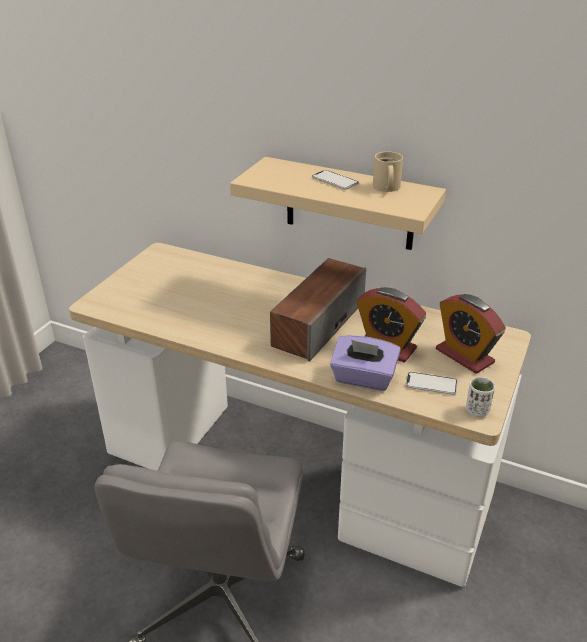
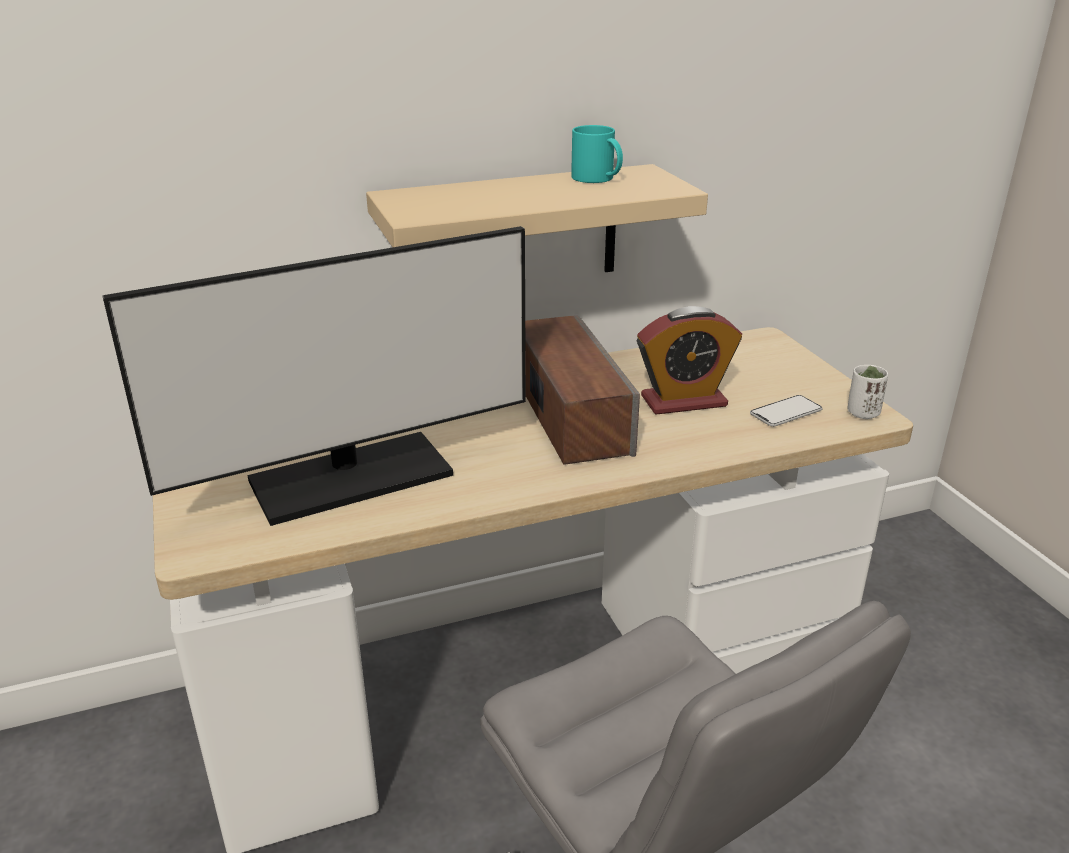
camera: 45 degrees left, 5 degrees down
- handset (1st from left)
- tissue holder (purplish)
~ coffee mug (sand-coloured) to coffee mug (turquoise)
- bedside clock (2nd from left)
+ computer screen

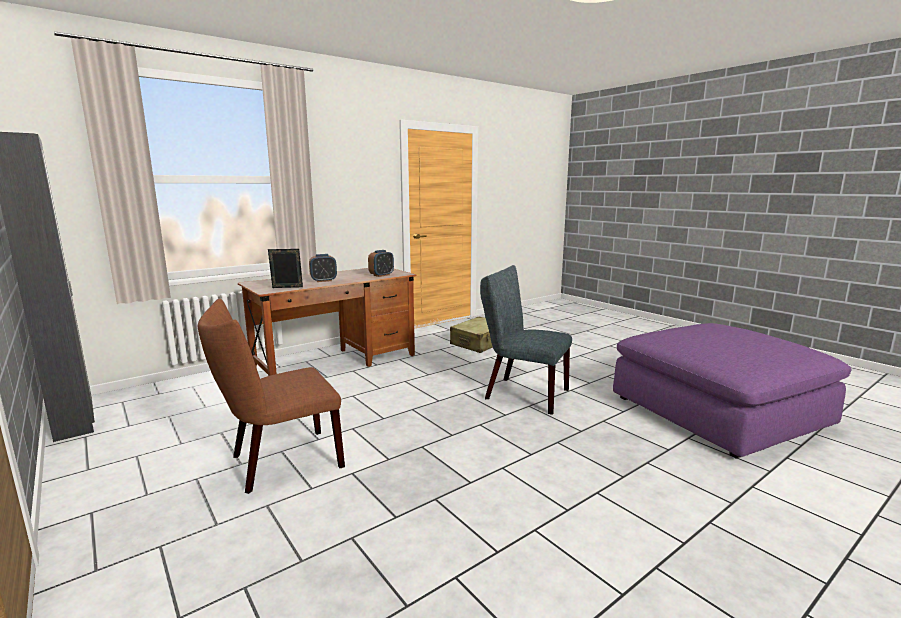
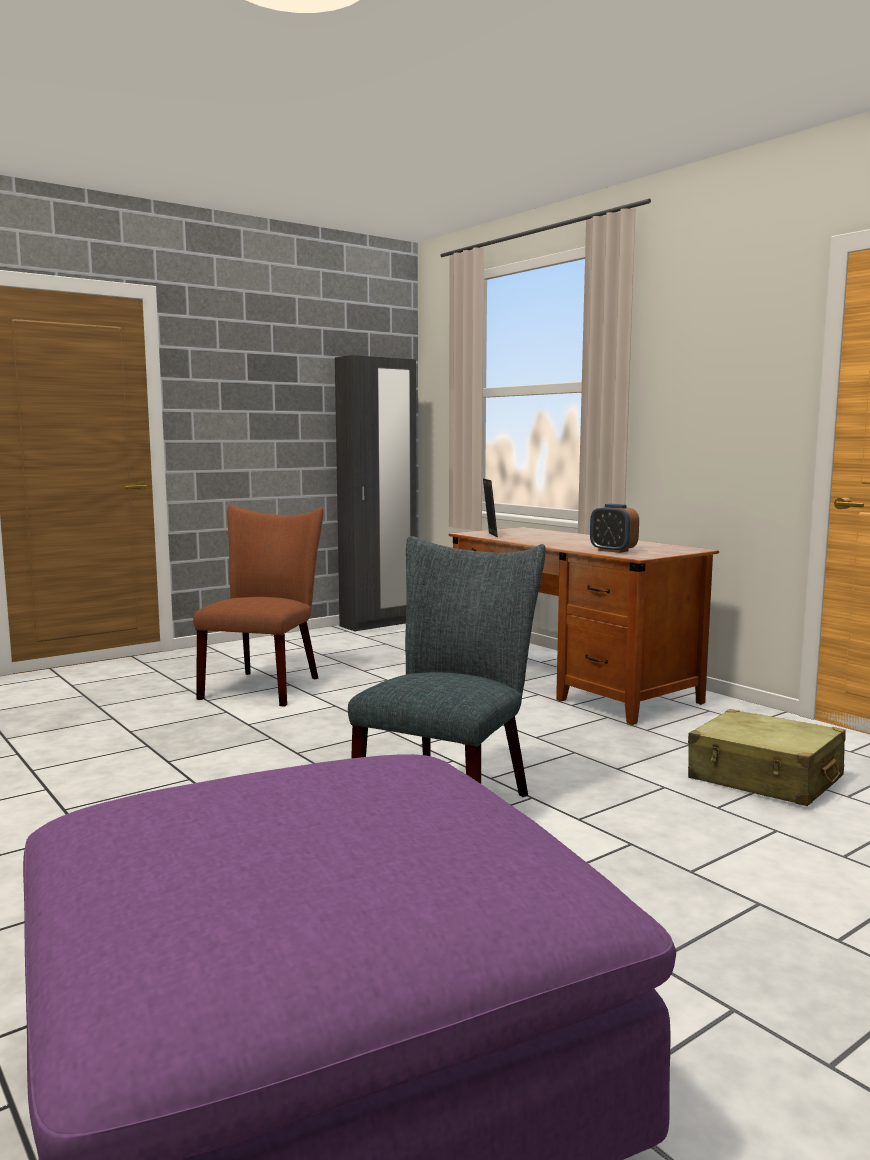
camera: 90 degrees right, 5 degrees down
~ chair (brown) 45 degrees clockwise
- bedside clock (1st from left)

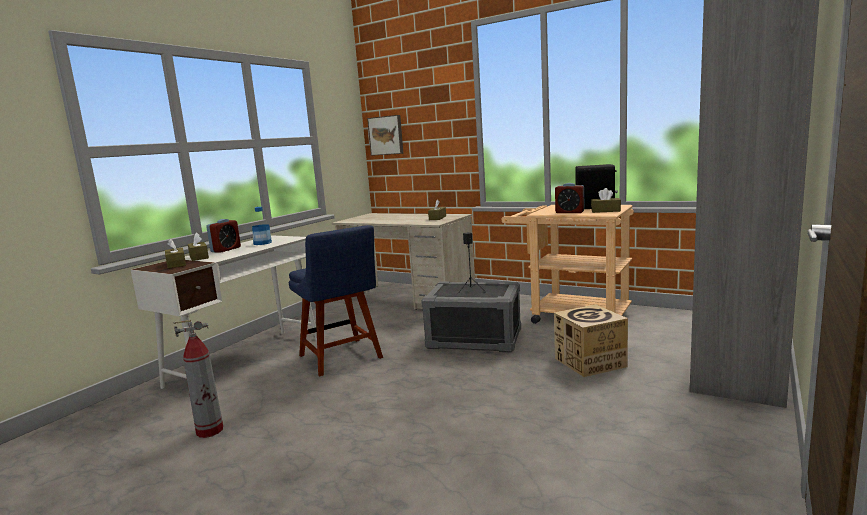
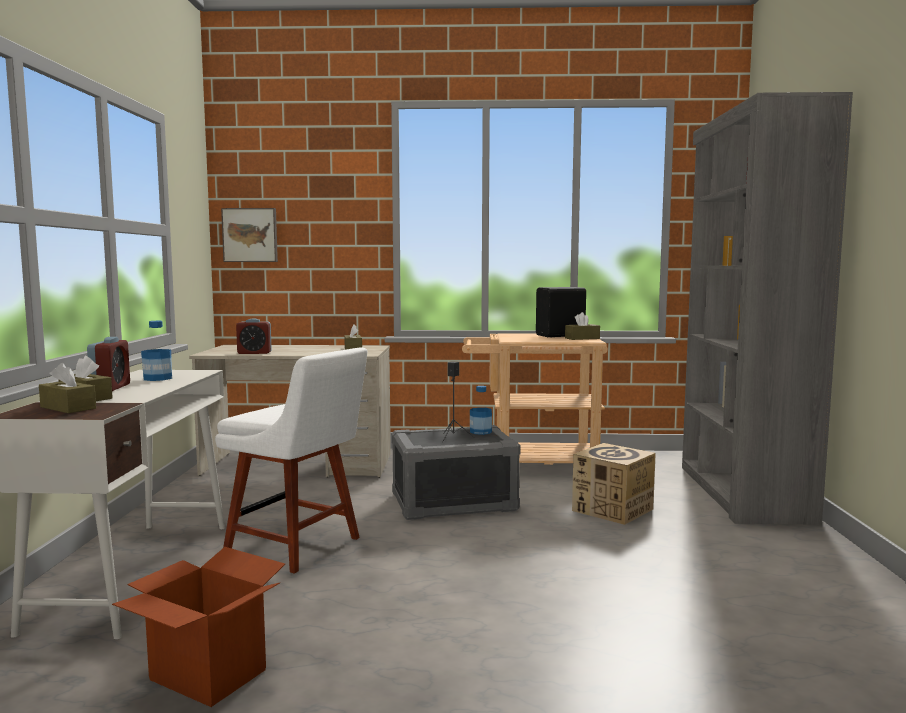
camera: 30 degrees left, 5 degrees down
~ extinguisher to packing box (1st from left)
~ chair (blue-coloured) to chair (whitish)
~ bedside clock (2nd from left)
+ bottle (2nd from left)

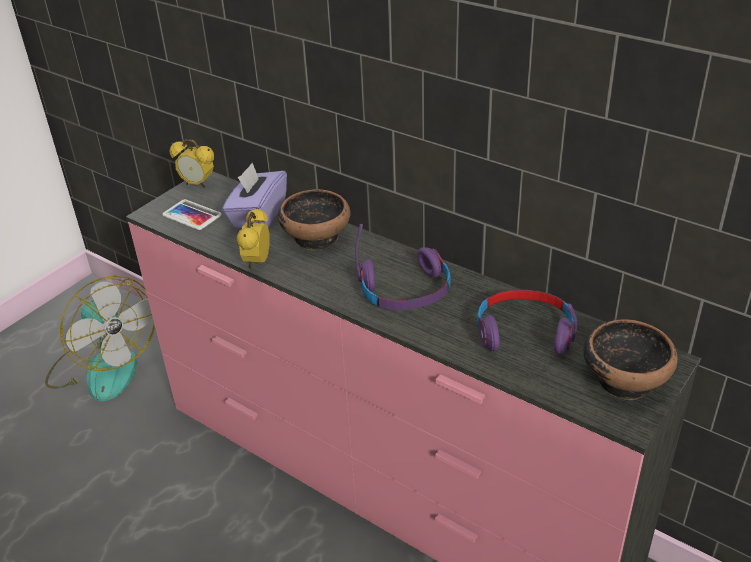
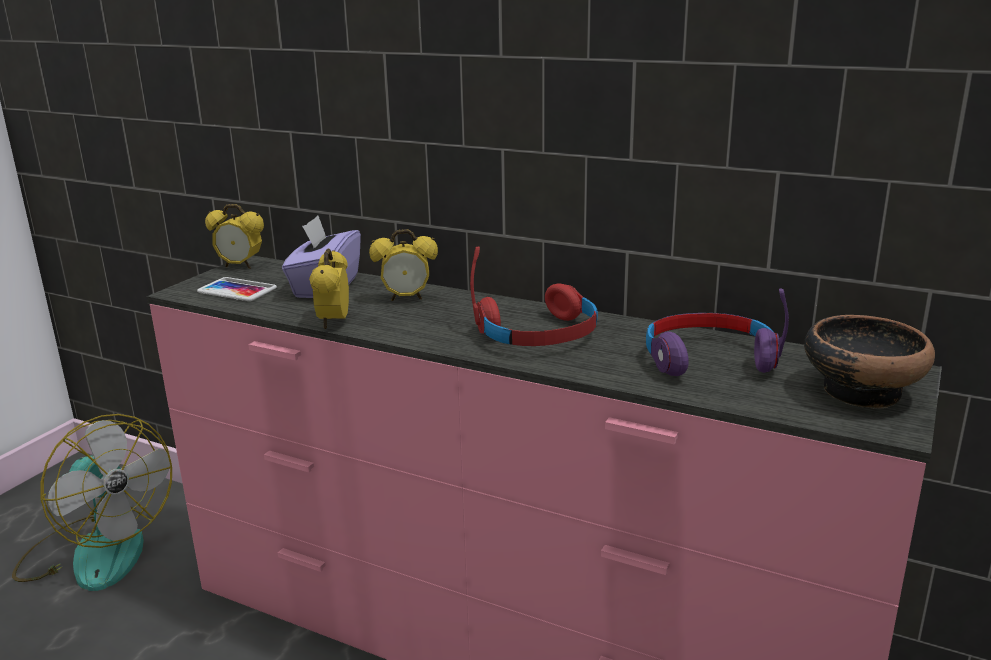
camera: 10 degrees left, 15 degrees down
~ serving bowl (1st from left) to bedside clock (3rd from left)
~ headphones (purplish) (1st from left) to headphones (reddish)

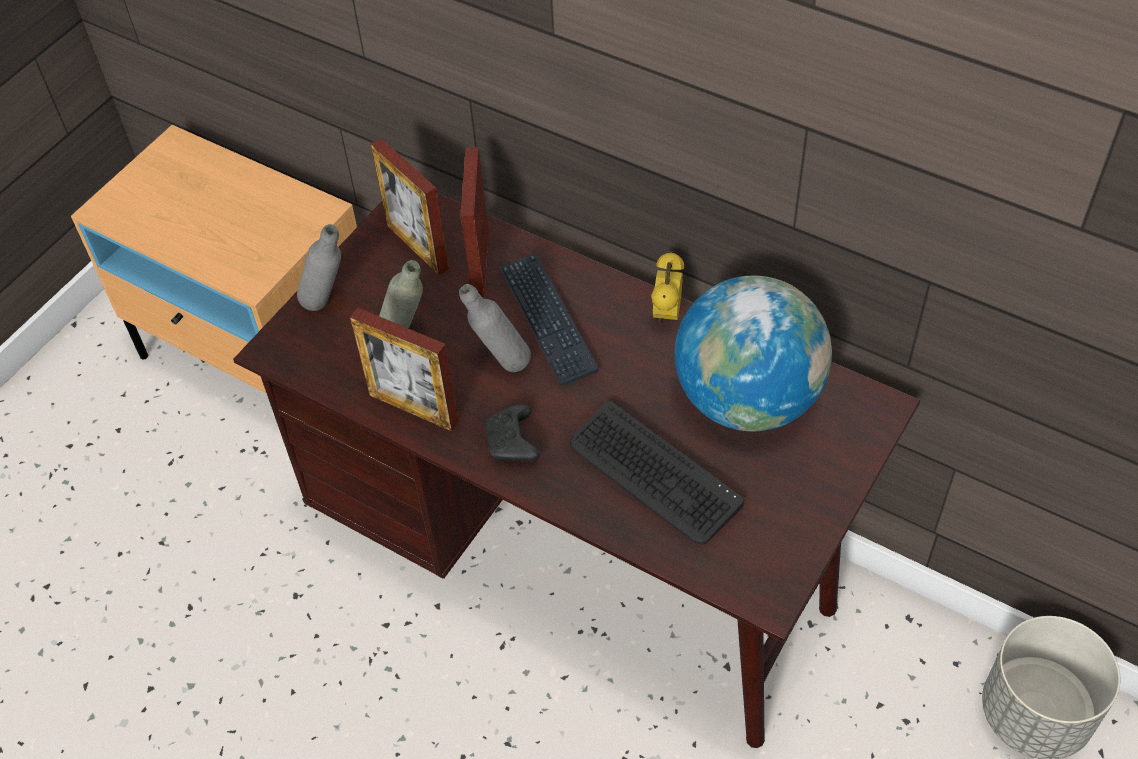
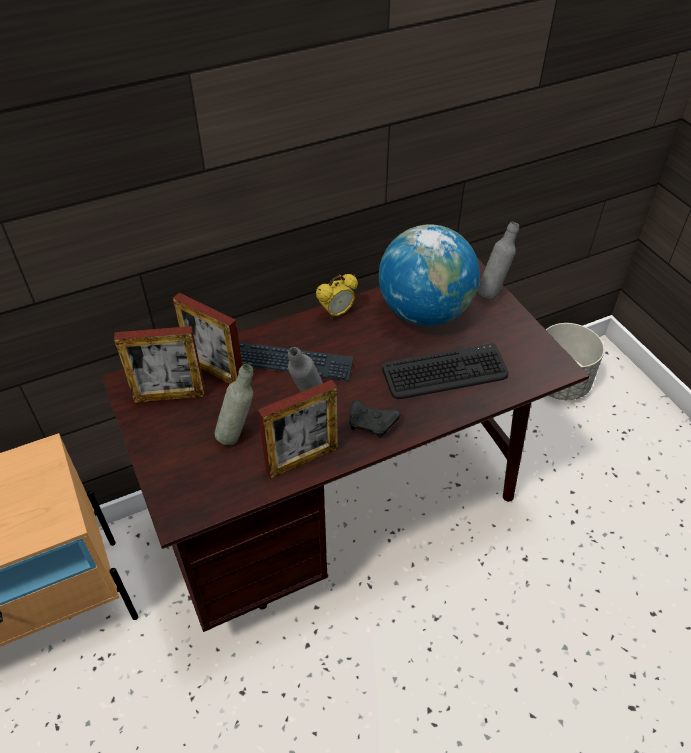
camera: 60 degrees left, 5 degrees down
~ bottle (gray) (1st from left in the first image) to bottle (gray) (3rd from left)
~ bedside clock 75 degrees counterclockwise

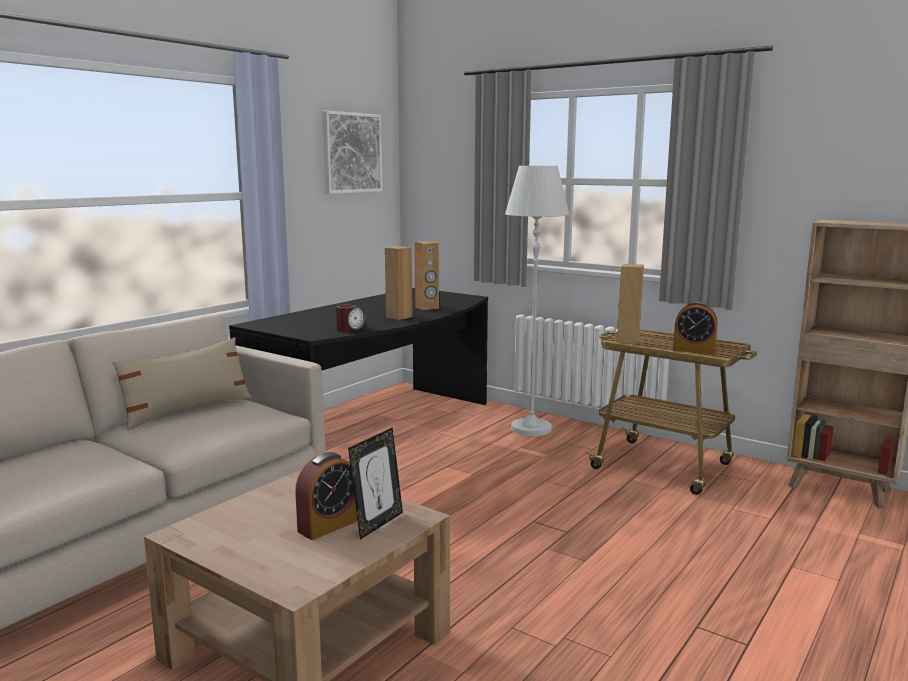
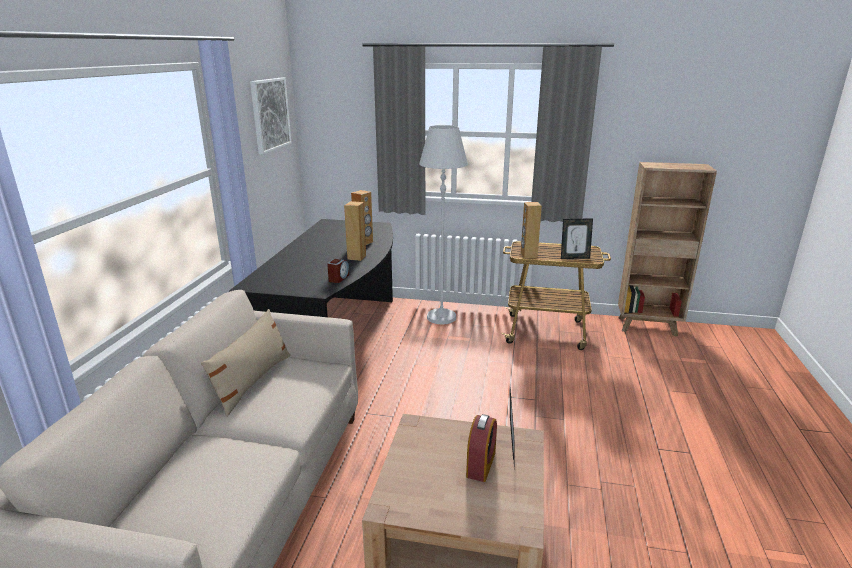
camera: 25 degrees left, 10 degrees up
~ bedside clock (3rd from left) to photo frame (2nd from left)

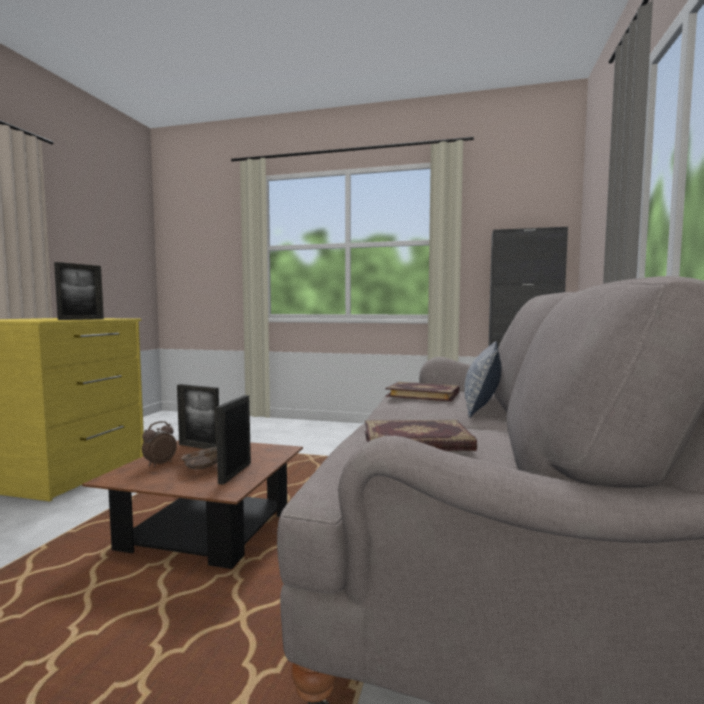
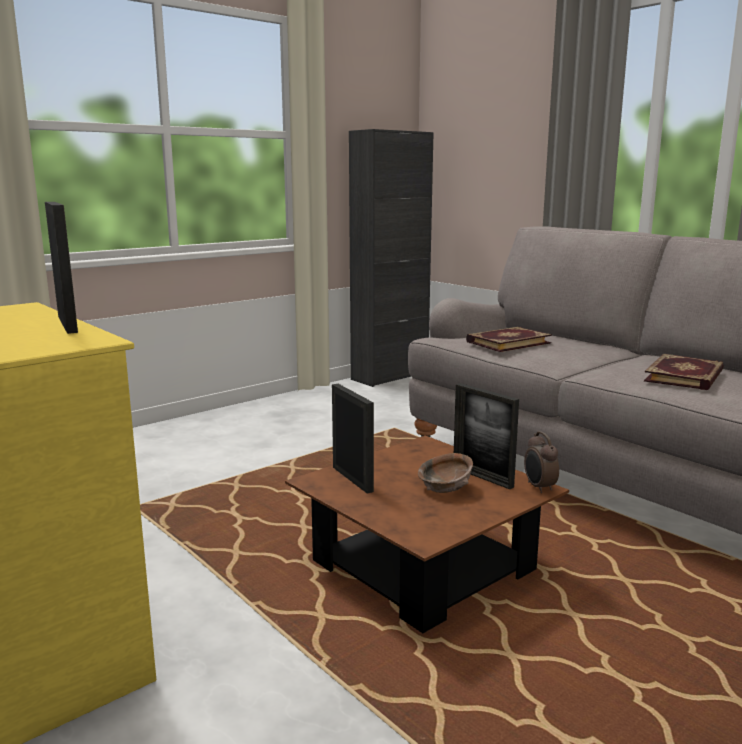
camera: 55 degrees left, 10 degrees up
~ bedside clock
~ photo frame (2nd from left) 90 degrees counterclockwise
- cushion

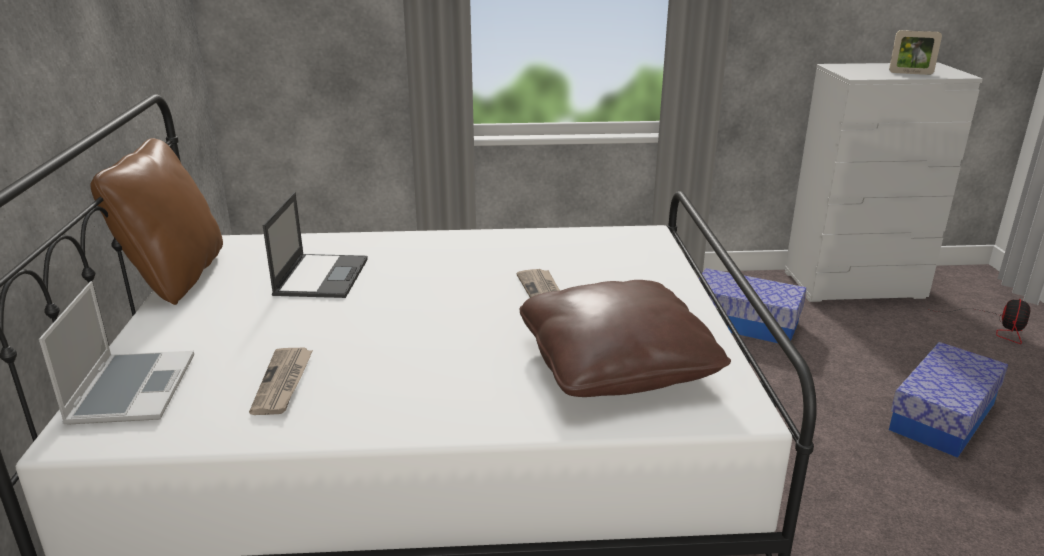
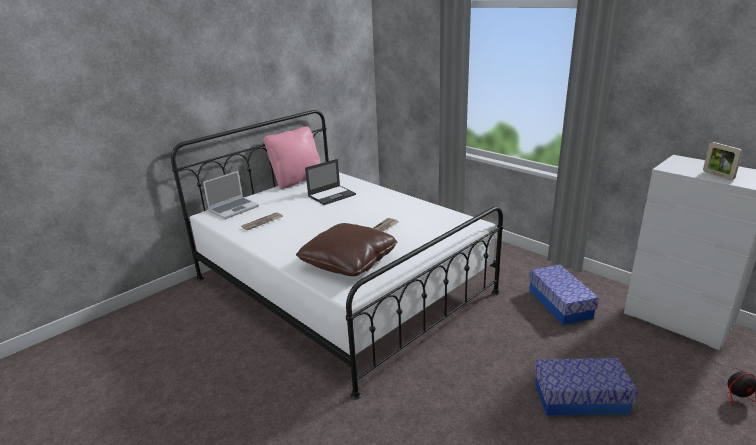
camera: 50 degrees right, 0 degrees up
~ cushion (brown) (1st from left) to cushion (pink)

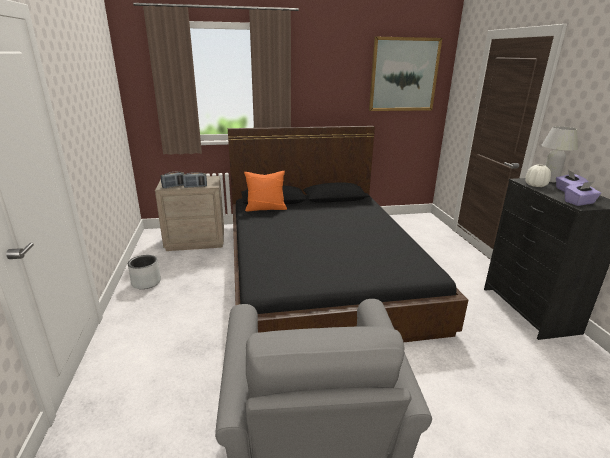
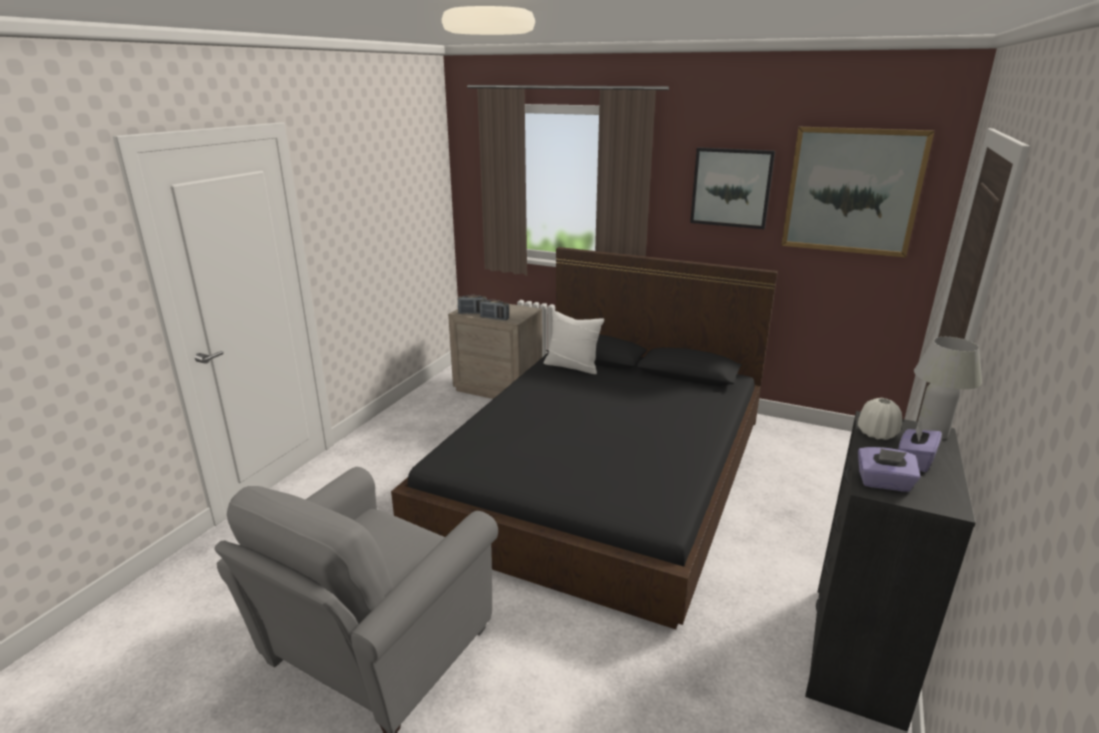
camera: 35 degrees right, 0 degrees up
- planter (gray)
~ cushion (orange-coloured) to cushion (whitish)
+ picture (1st from left)

